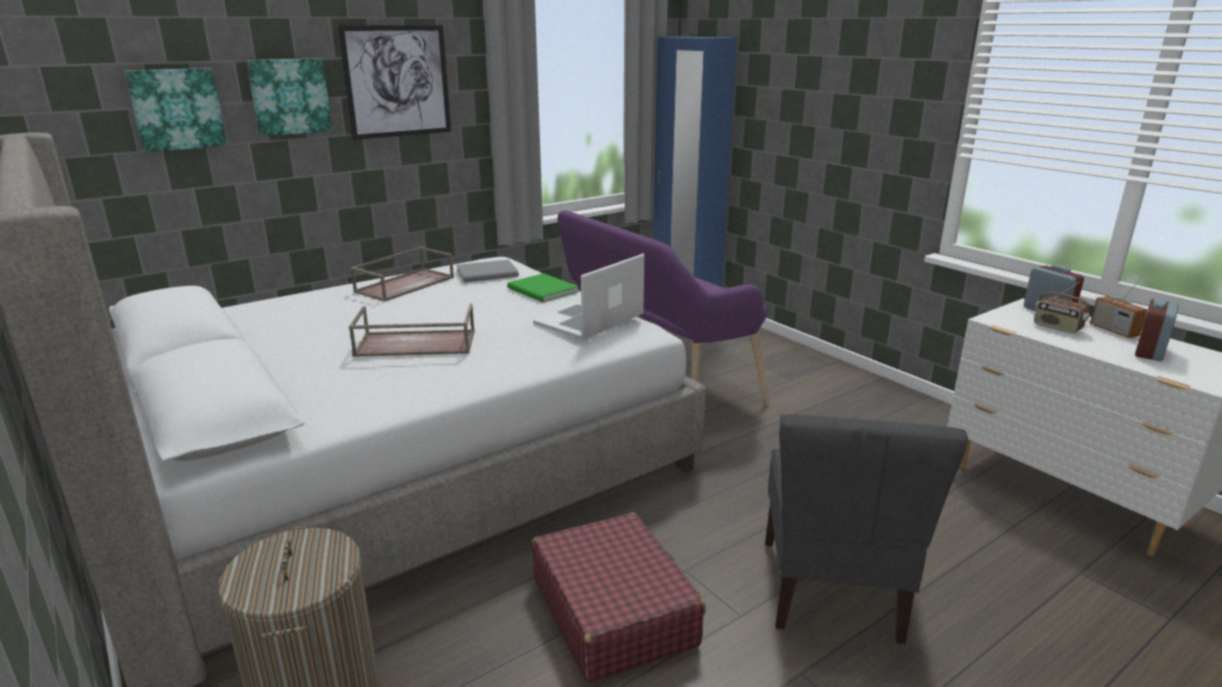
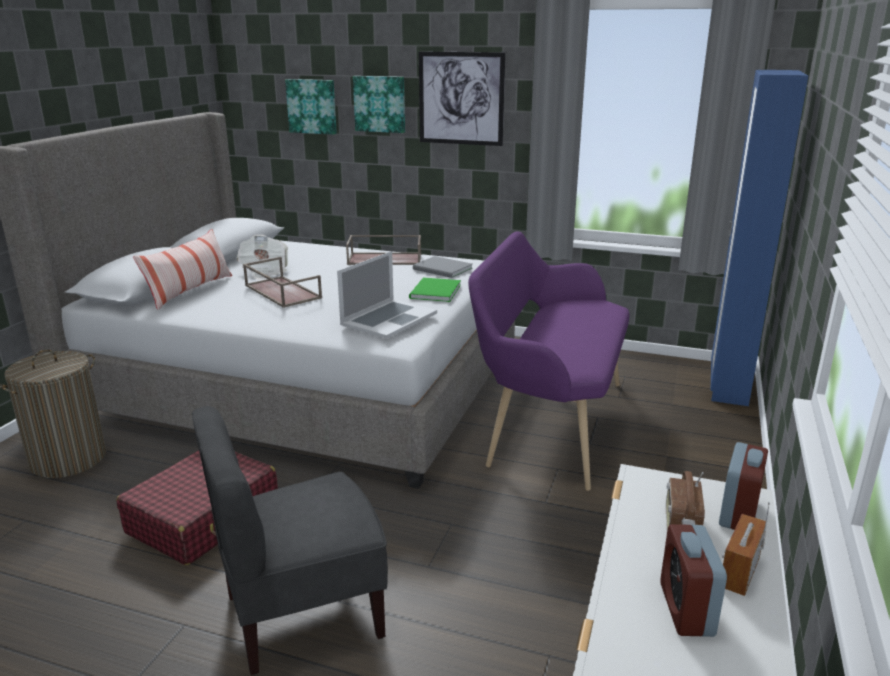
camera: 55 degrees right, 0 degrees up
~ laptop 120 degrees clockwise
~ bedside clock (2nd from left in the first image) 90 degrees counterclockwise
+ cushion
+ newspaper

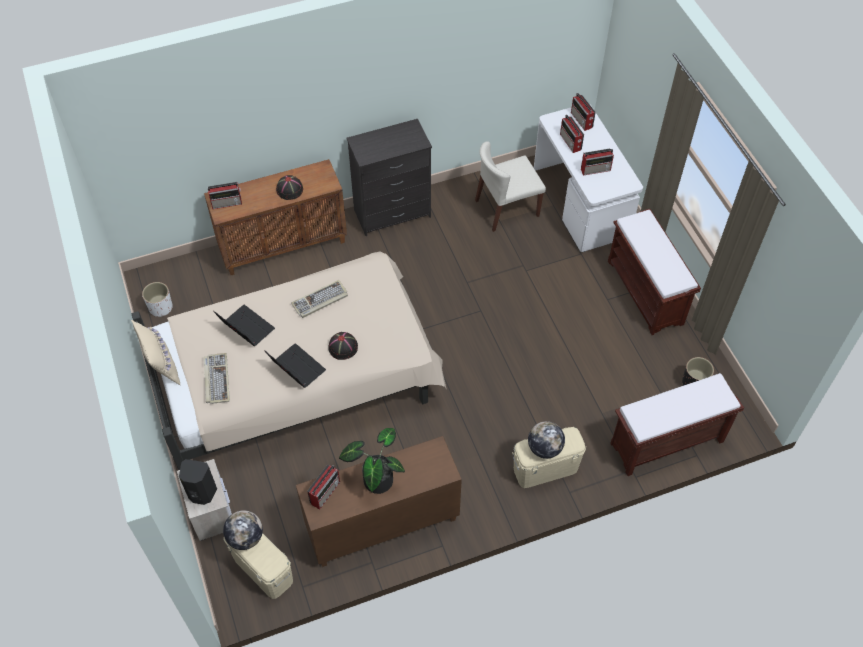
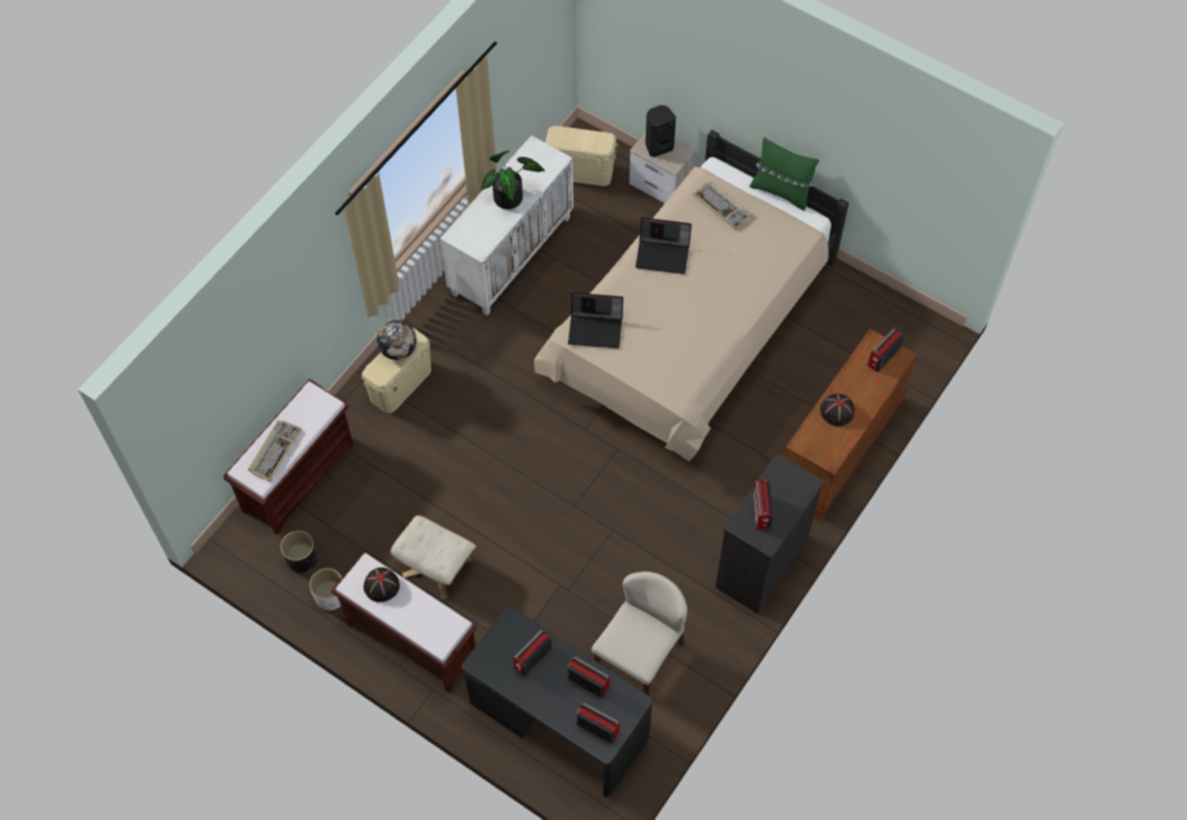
camera: 145 degrees right, 5 degrees up
~ cushion (sand-coloured) to cushion (green)
~ planter (whitish)
~ laptop (1st from left)
- desk globe (1st from left)
~ keyboard (2nd from left in the first image) to keyboard (1st from left)
~ cupboard (brown) (2nd from left) to cupboard (whitish)
~ radio receiver (2nd from left in the first image) to radio receiver (4th from left)
~ hat (black) (2nd from left in the first image) to hat (black) (1st from left)
~ desk table (whitish) to desk table (black)
+ footrest (sand-coloured)

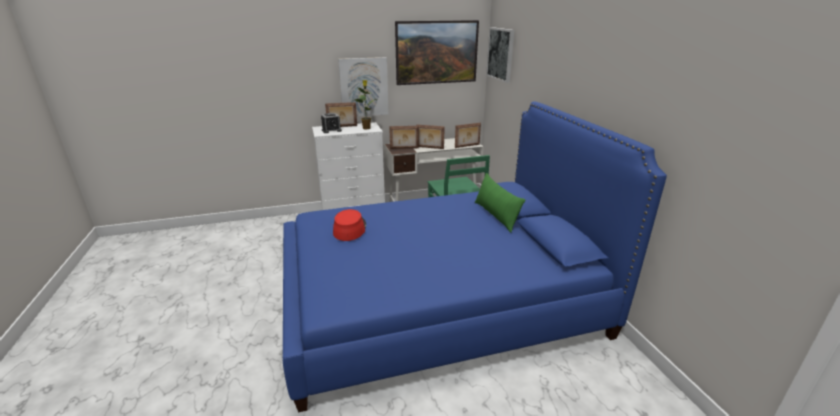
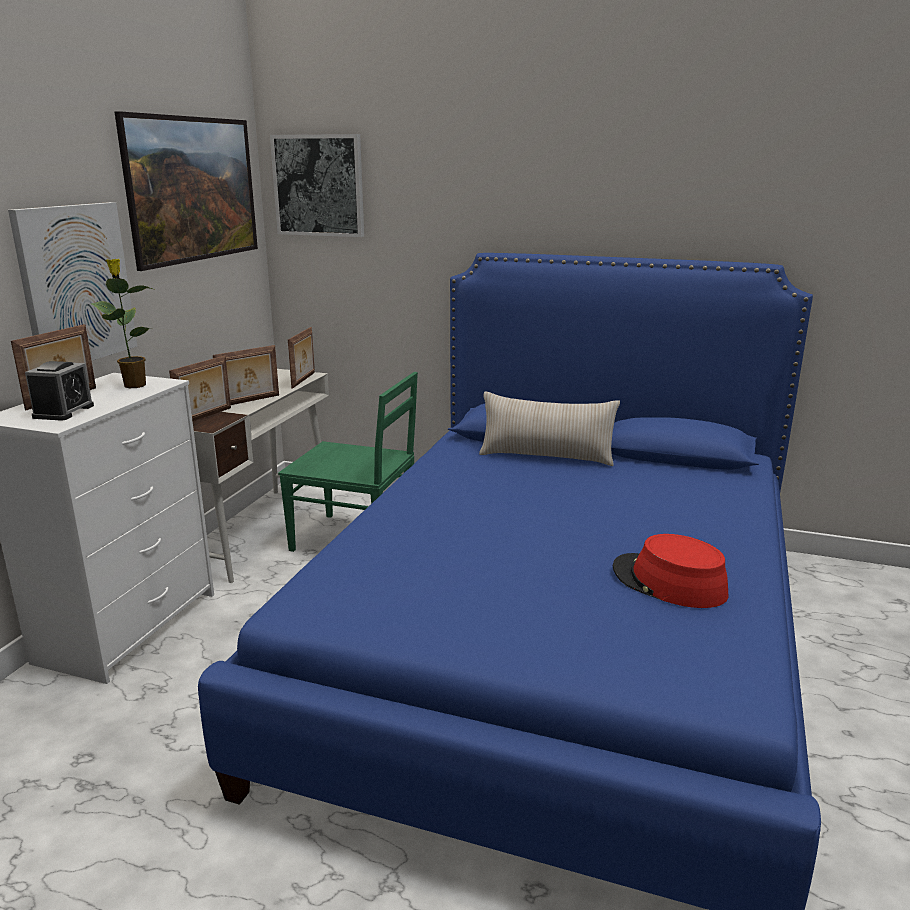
camera: 55 degrees left, 5 degrees down
~ hat (reddish)
~ cushion (green) to cushion (sand-coloured)

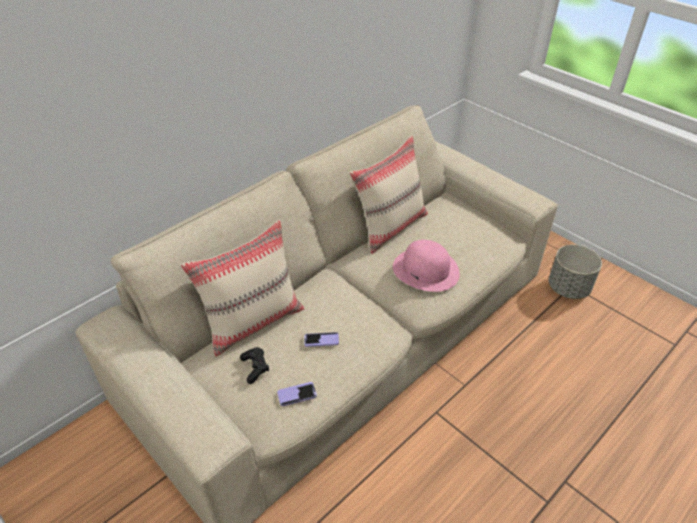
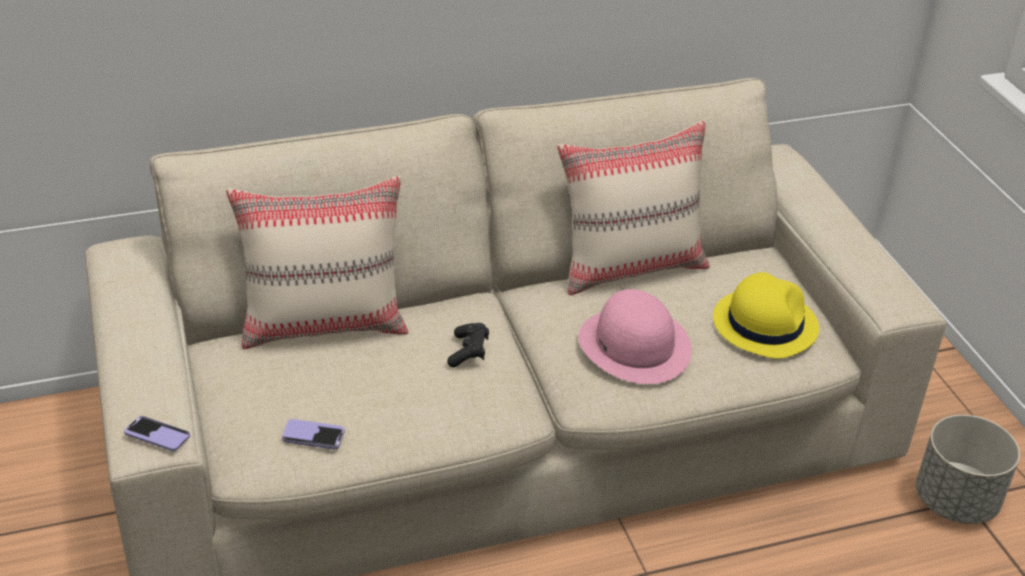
camera: 25 degrees right, 5 degrees down
~ joypad (black)
~ handset (2nd from left in the first image) to handset (1st from left)
+ hat (yellowish)

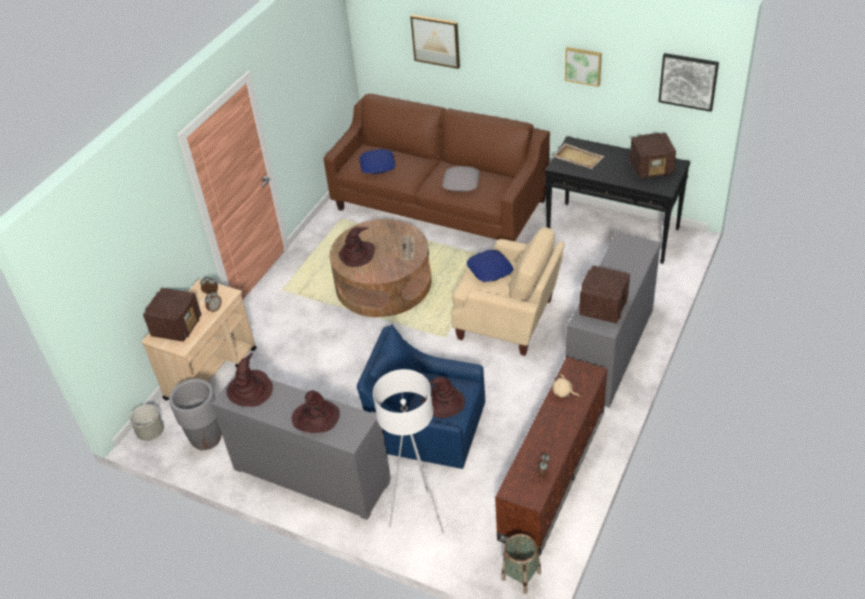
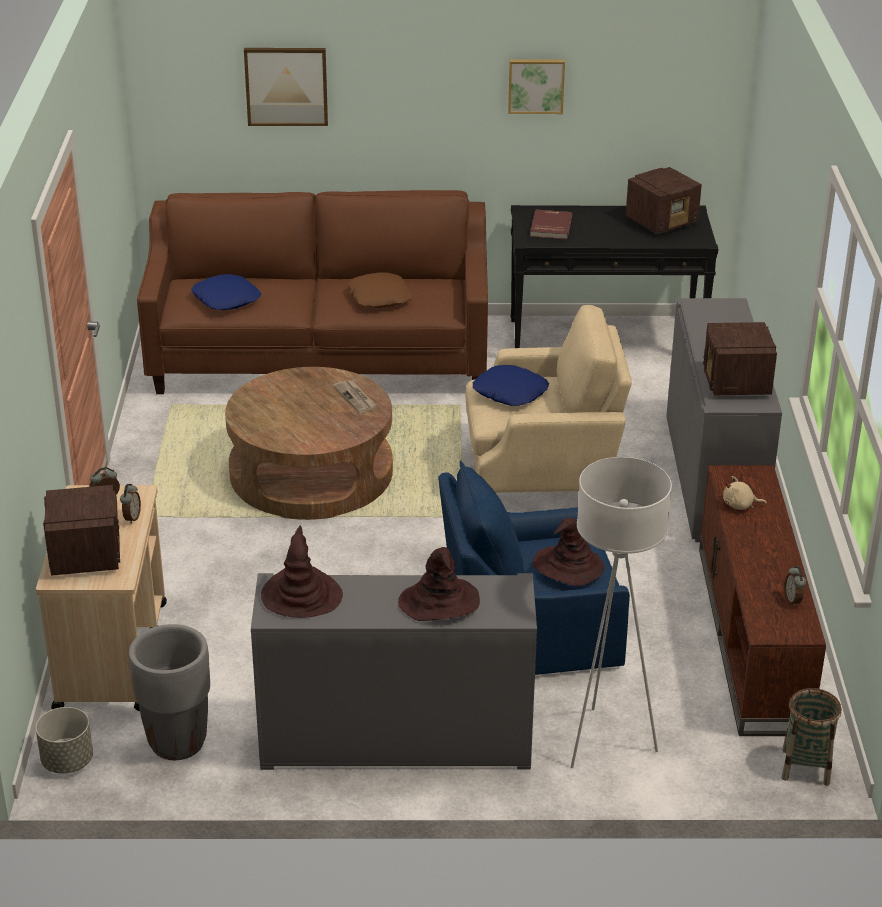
camera: 30 degrees left, 10 degrees down
- hat (brown) (3rd from left)
~ cushion (gray) to cushion (brown)
~ carrying tray (sand-coloured) to book (reddish)
- picture (3rd from left)

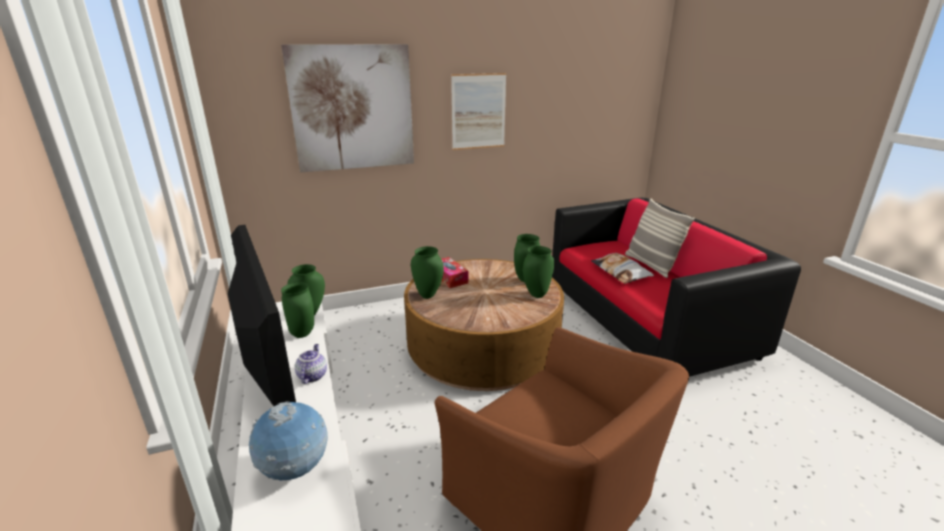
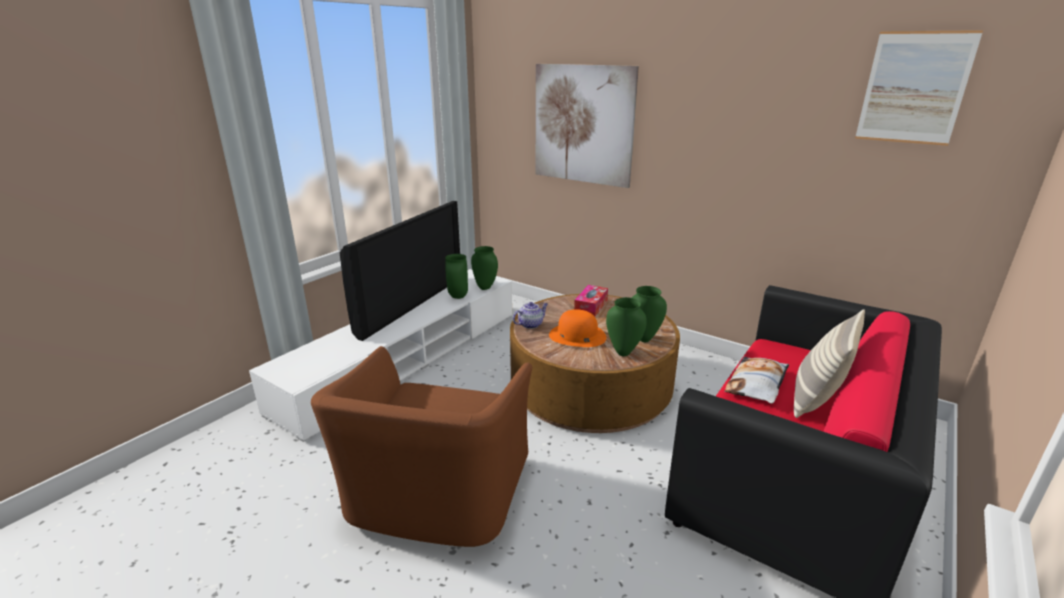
camera: 55 degrees right, 0 degrees up
- desk globe
~ tea pot
- vase (green) (3rd from left)
~ picture (2nd from left)
+ hat (orange-coloured)

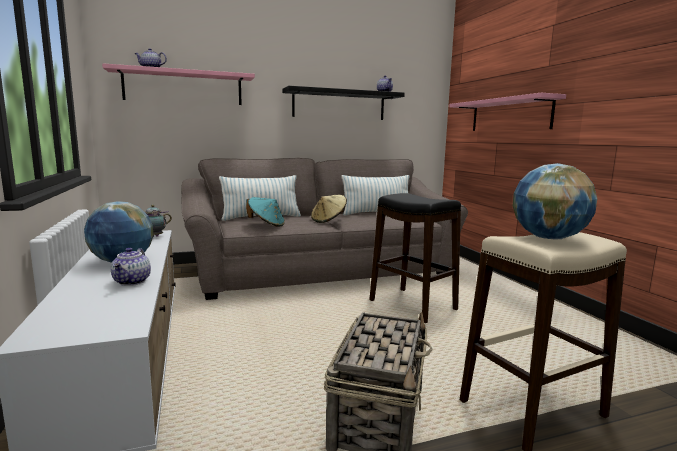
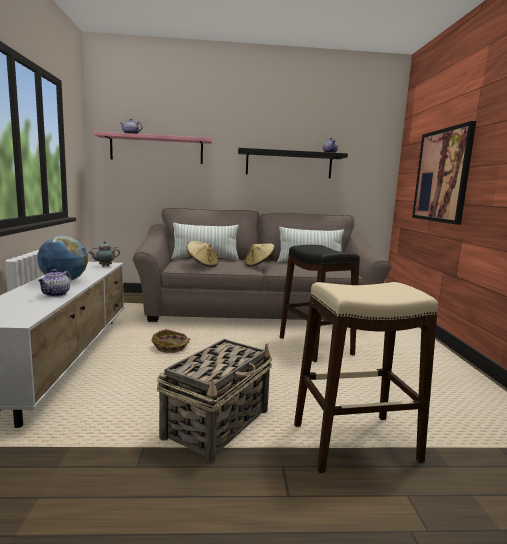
camera: 15 degrees right, 0 degrees up
~ hat (turquoise) to hat (sand-coloured) (1st from left)
~ wall shelf (pink) (2nd from left) to picture
- desk globe (2nd from left)
+ basket (1st from left)

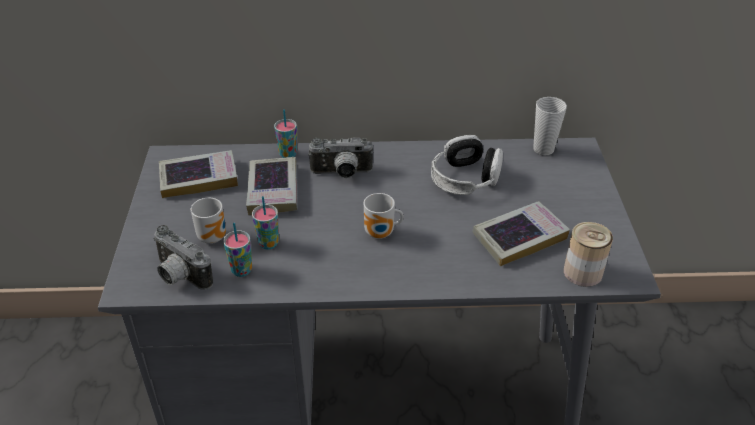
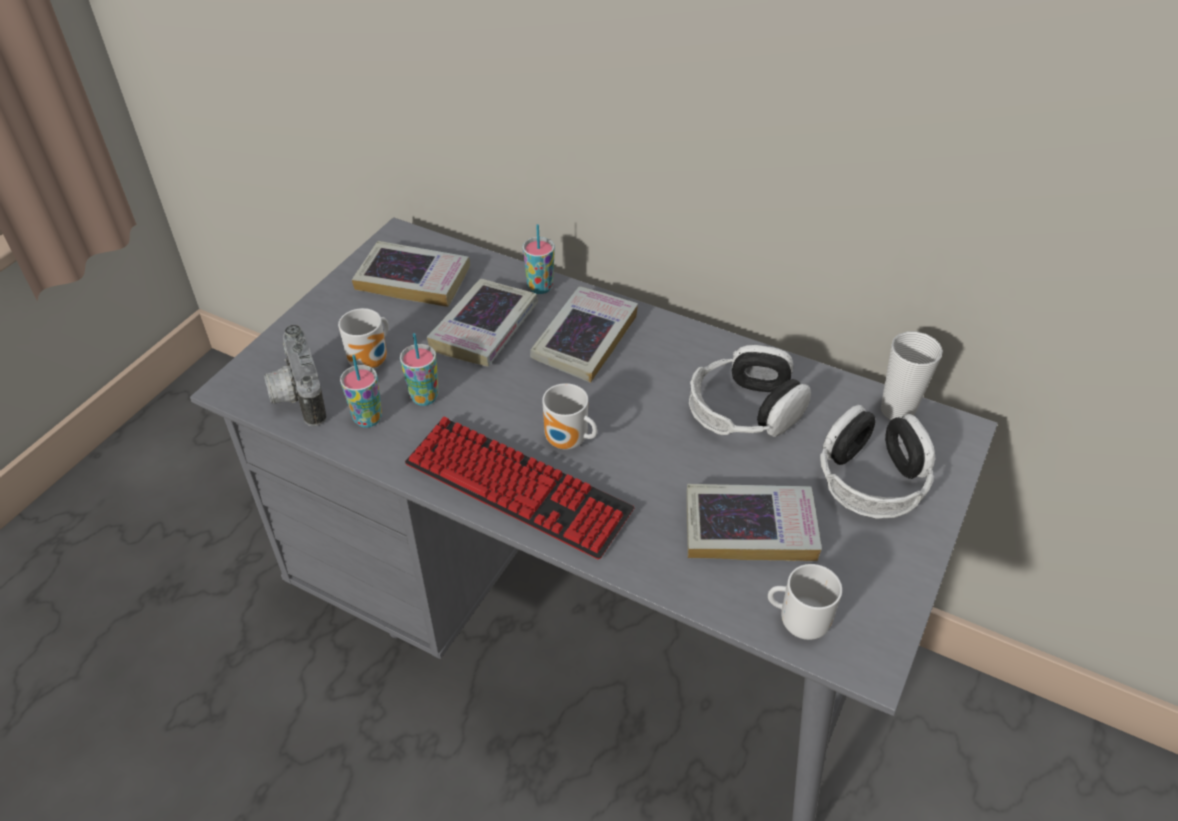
camera: 30 degrees right, 5 degrees up
~ photo camera (2nd from left) to book (3rd from left)
~ can to coffee mug (3rd from left)
+ keyboard
+ headphones (2nd from left)

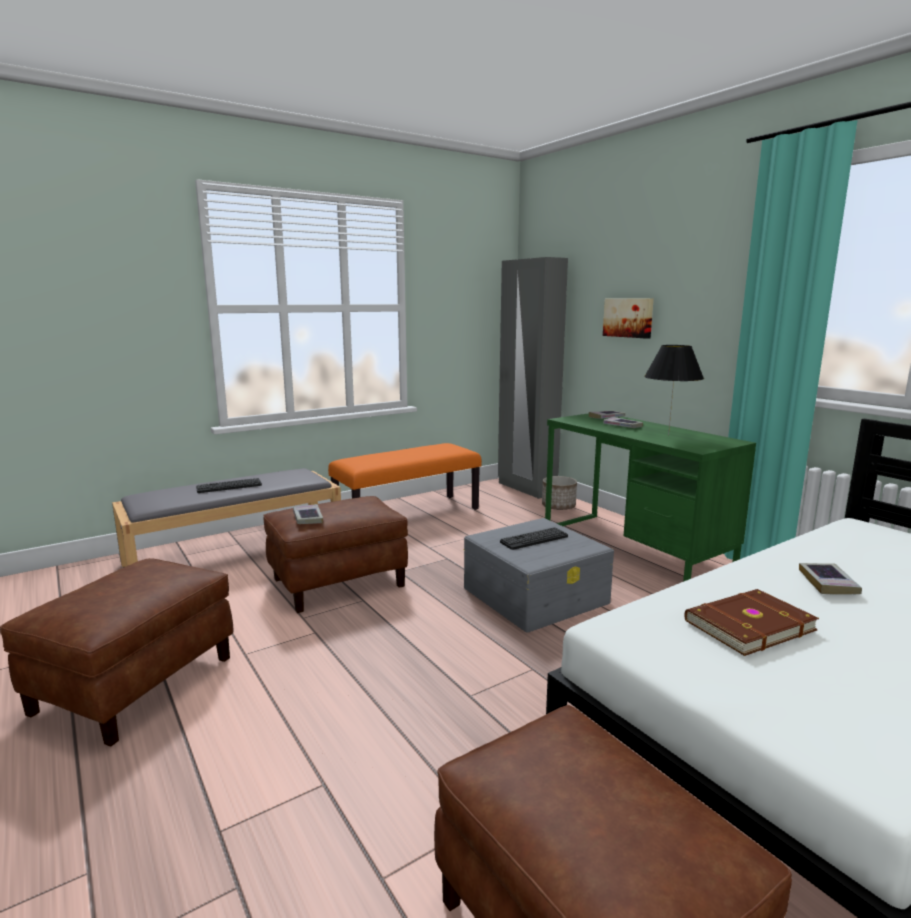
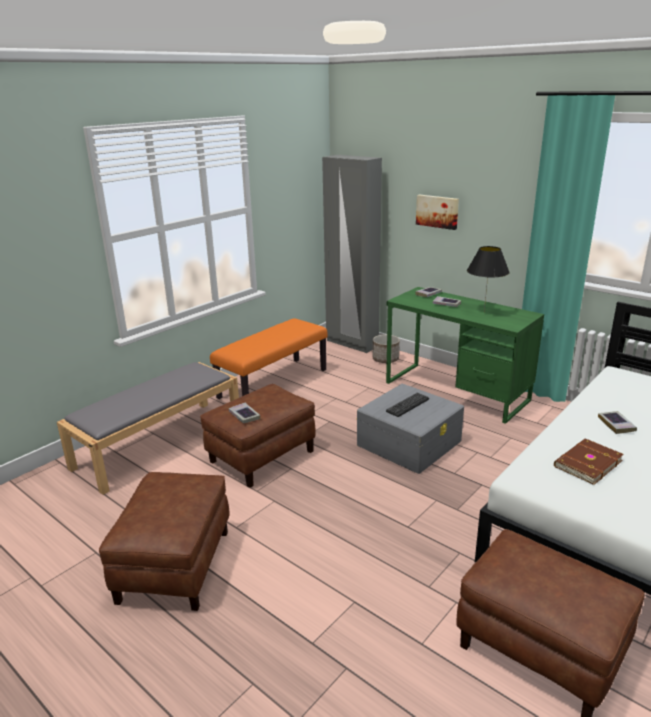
camera: 15 degrees left, 10 degrees up
- keyboard (1st from left)

